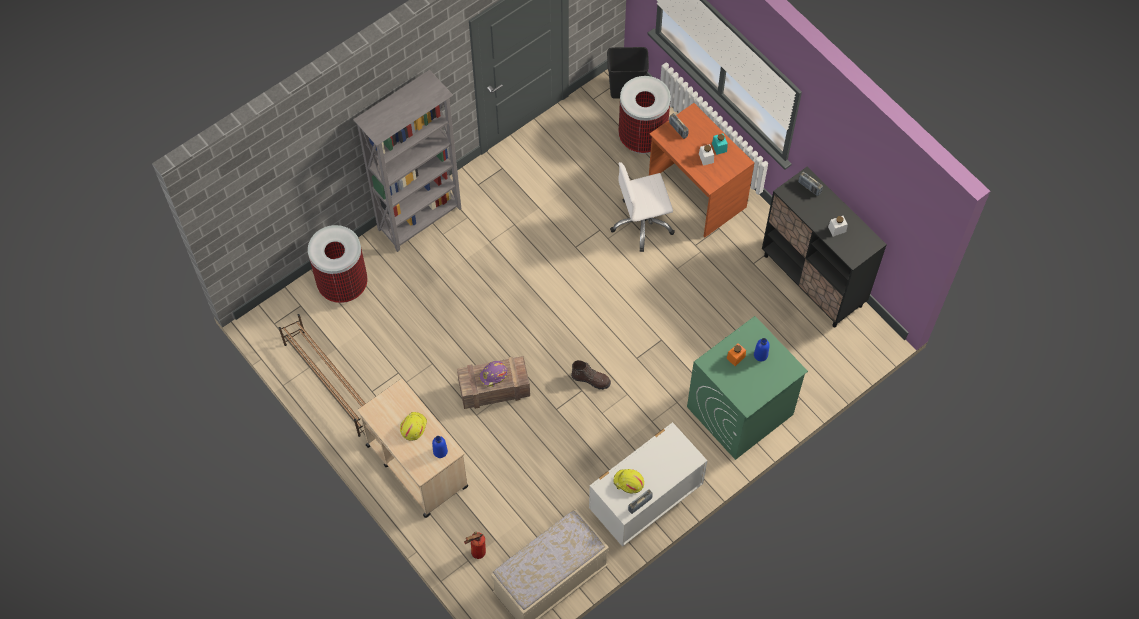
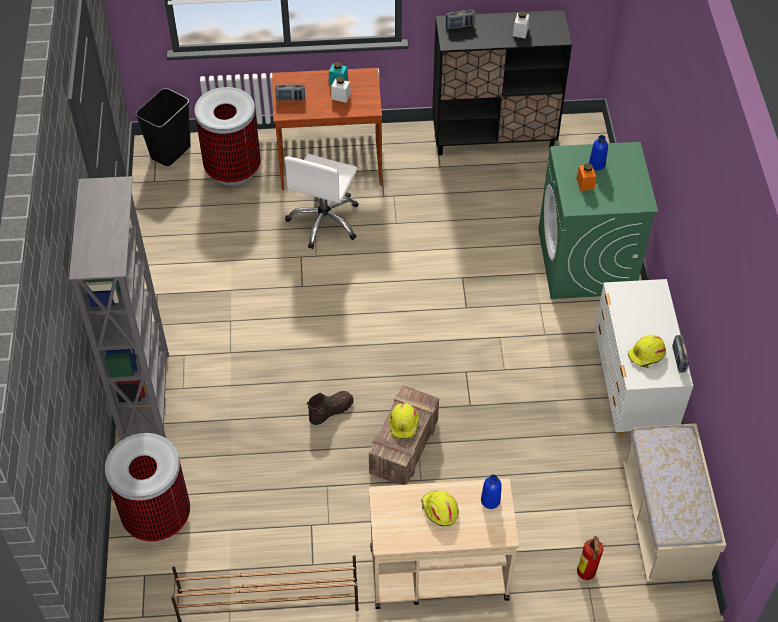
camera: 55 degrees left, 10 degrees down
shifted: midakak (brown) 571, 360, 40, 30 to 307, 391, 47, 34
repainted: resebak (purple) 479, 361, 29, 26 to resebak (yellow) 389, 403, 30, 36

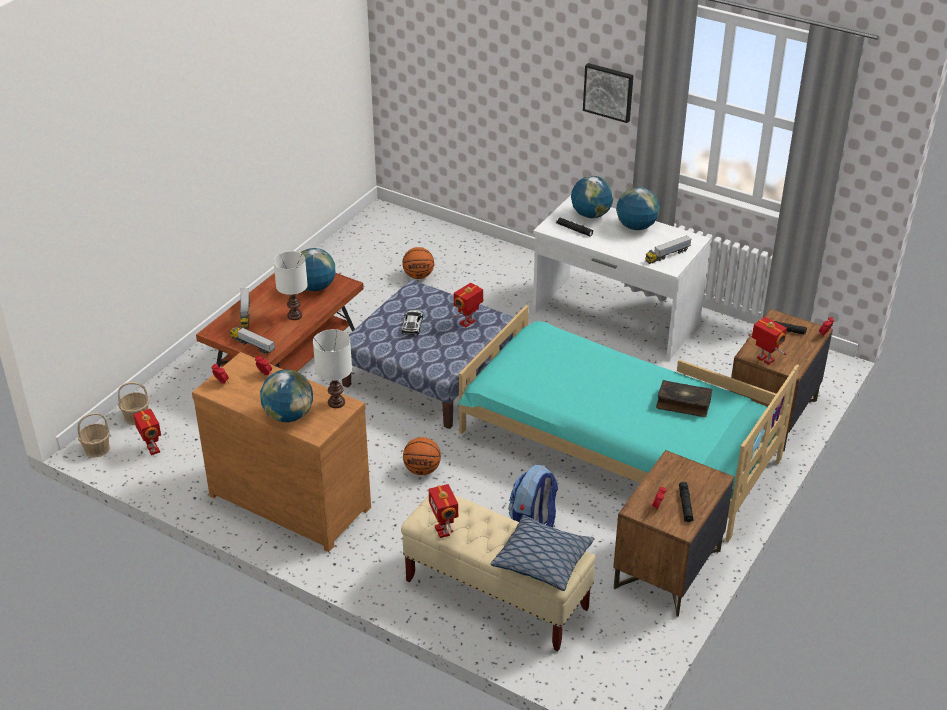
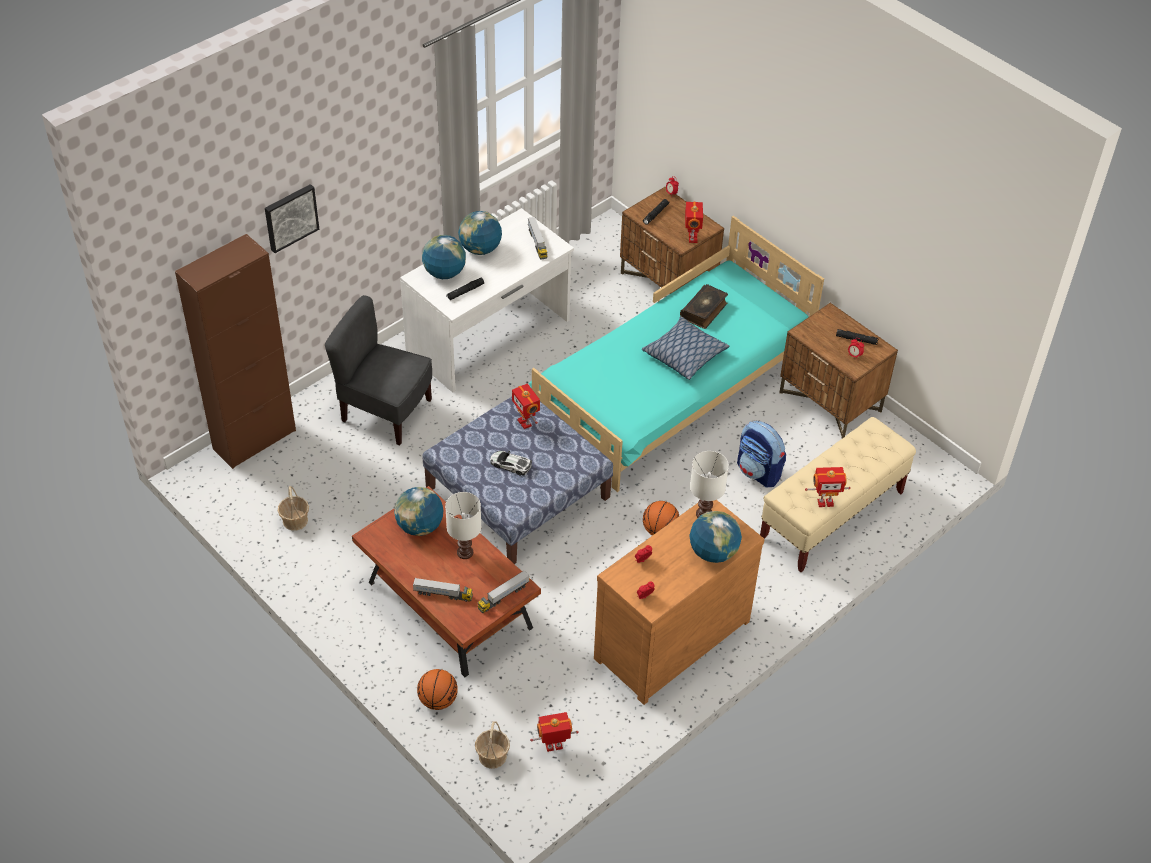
camera: 75 degrees left, 10 degrees up
new: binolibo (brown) 175, 234, 121, 235; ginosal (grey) 325, 295, 107, 150
shifted: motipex 583, 63, 51, 60 to 265, 184, 54, 69; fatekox 402, 247, 32, 32 to 417, 669, 41, 41; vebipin 77, 413, 33, 45 to 278, 486, 31, 45; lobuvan 490, 515, 104, 76 to 641, 316, 89, 64
rotated: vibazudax 748, 317, 39, 48 = 685, 201, 18, 42 120 degrees clockwise

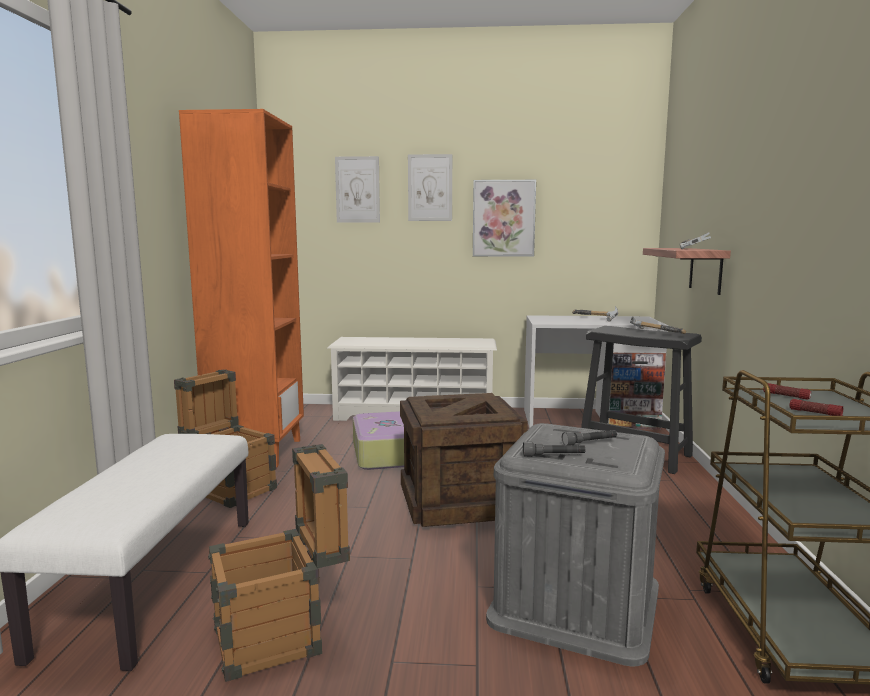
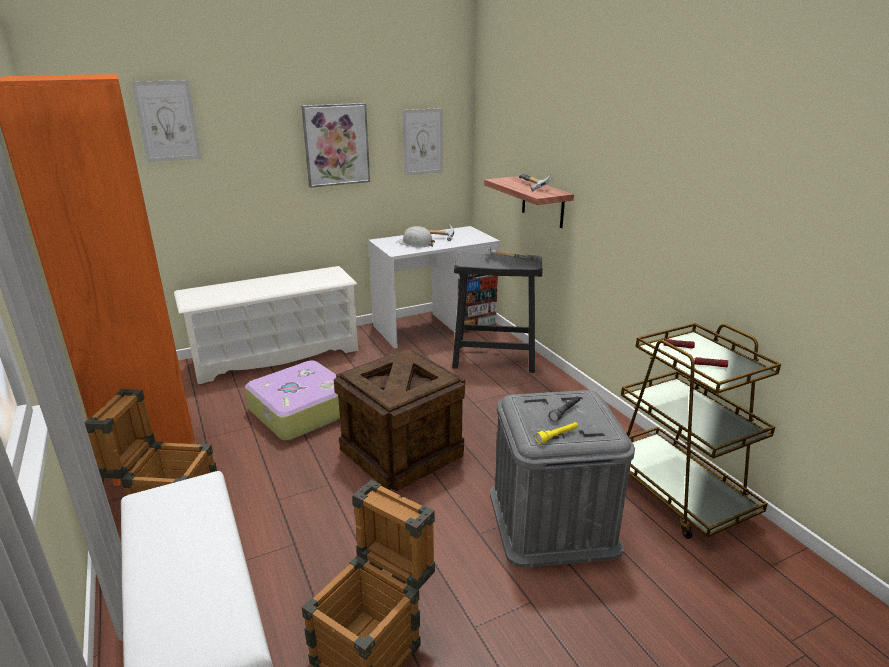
camera: 30 degrees left, 15 degrees up
new: resebak (white) 397, 226, 38, 22
shifted: motipex 408, 154, 44, 67 to 402, 108, 41, 68
repainted: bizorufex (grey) 523, 441, 62, 16 to bizorufex (yellow) 535, 422, 43, 22

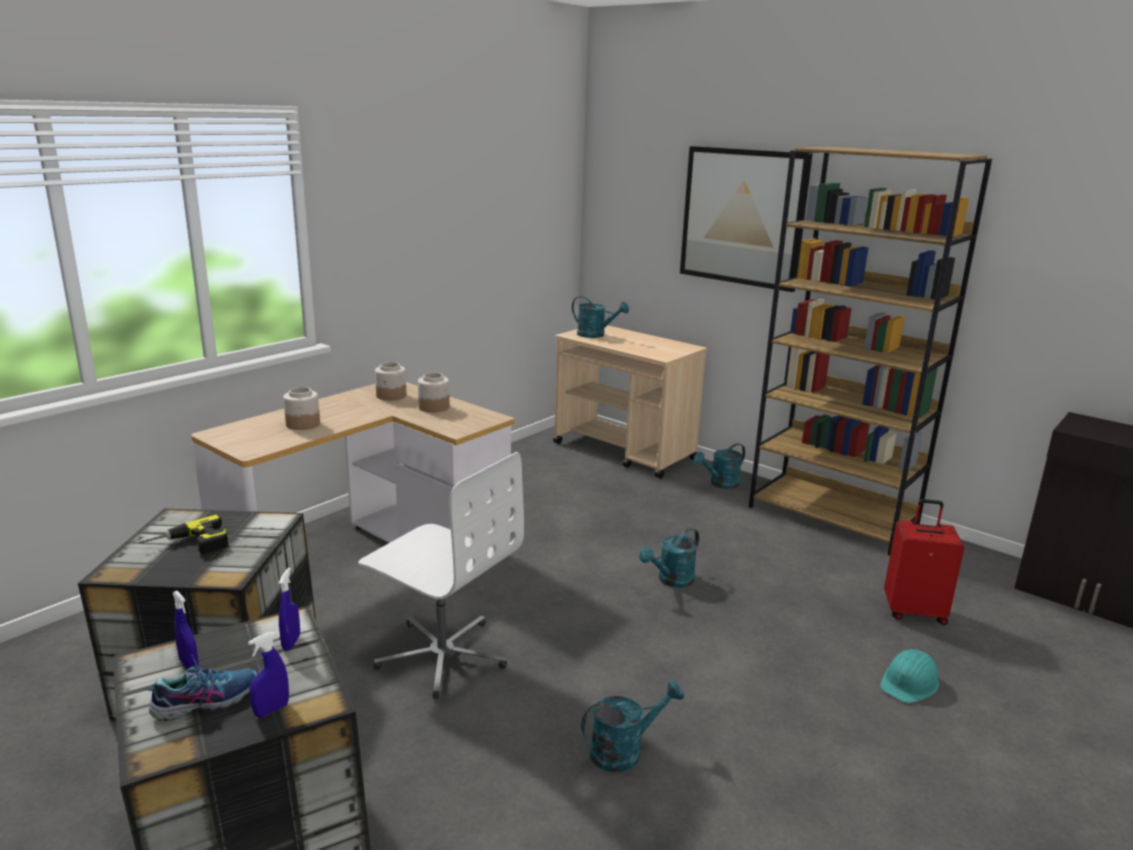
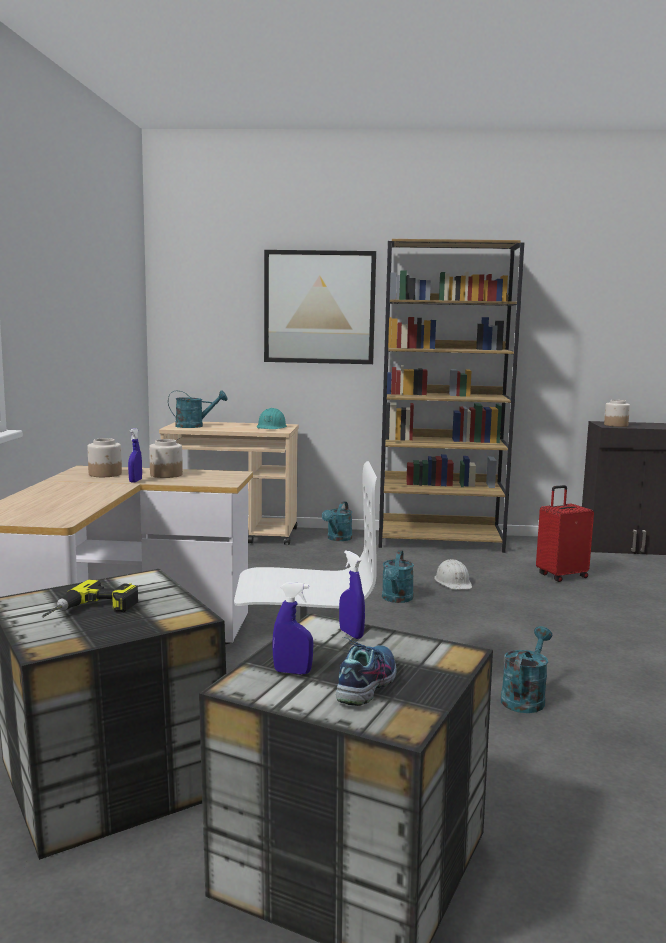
camera: 35 degrees left, 10 degrees down
new: resebak (white) 434, 559, 38, 31
shifted: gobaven 283, 387, 37, 43 to 604, 400, 26, 27; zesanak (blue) 248, 632, 41, 85 to 128, 428, 14, 55; resebak (turquoise) 880, 649, 59, 54 to 257, 408, 30, 21

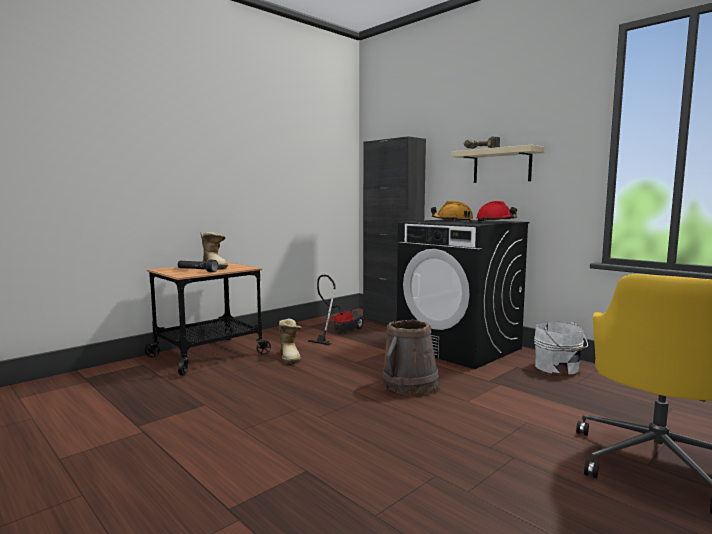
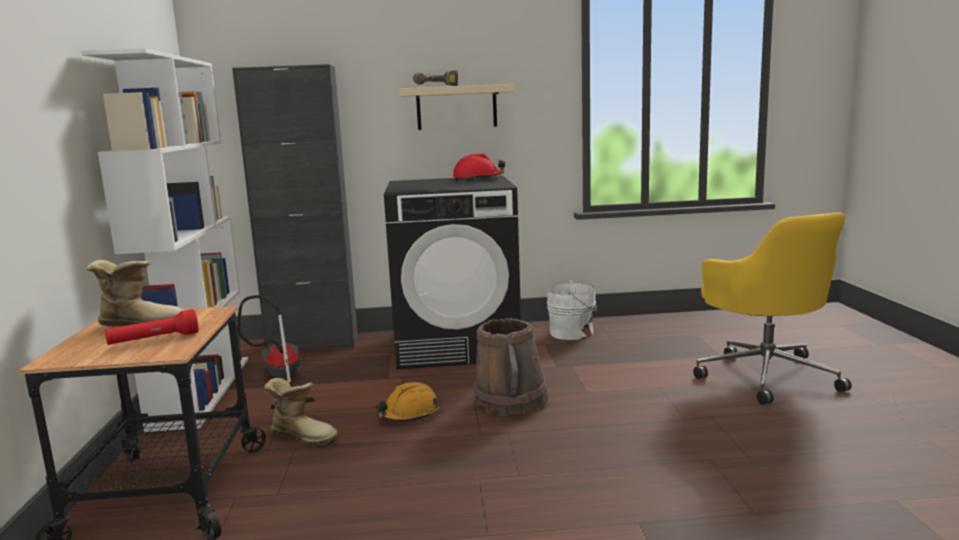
camera: 50 degrees left, 5 degrees up
new: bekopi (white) 81, 48, 167, 384
shifted: resebak (orange) 431, 201, 42, 21 to 376, 382, 65, 40
repainted: bizorufex (black) 177, 260, 41, 12 to bizorufex (red) 105, 309, 94, 36

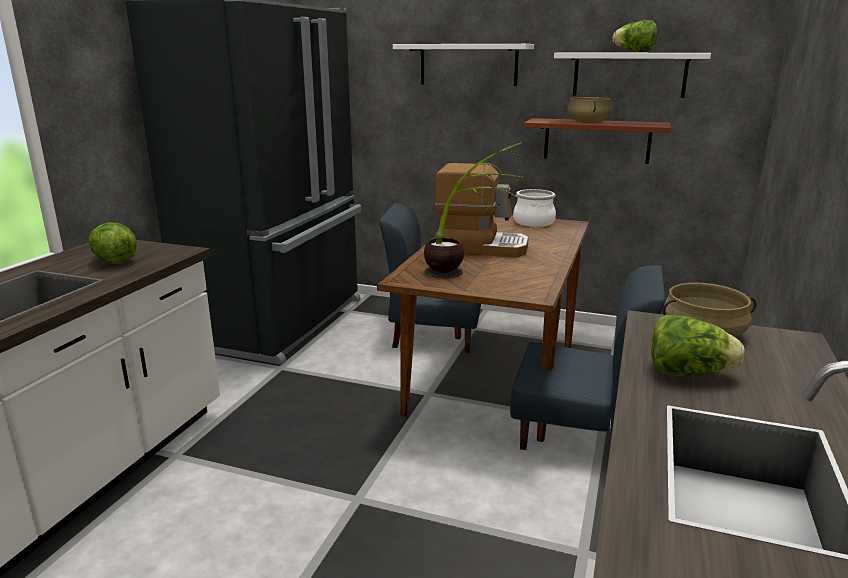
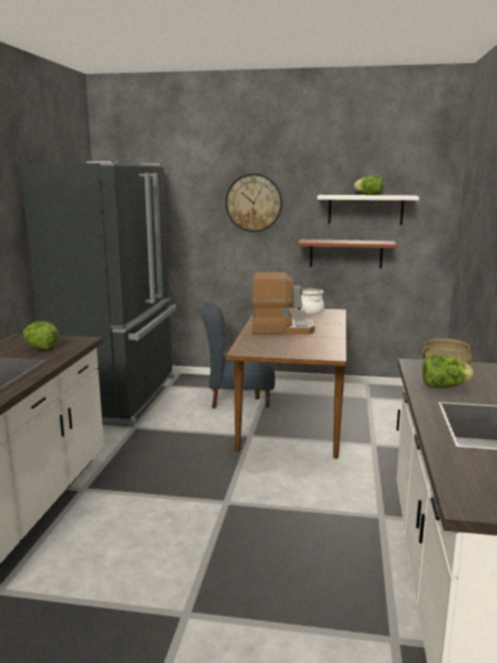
camera: 10 degrees left, 5 degrees down
gone: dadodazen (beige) 567, 97, 46, 25; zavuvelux 424, 142, 100, 136; ginosal (blue) 510, 265, 156, 185
swapped: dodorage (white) 393, 44, 141, 42 to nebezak 225, 173, 57, 59

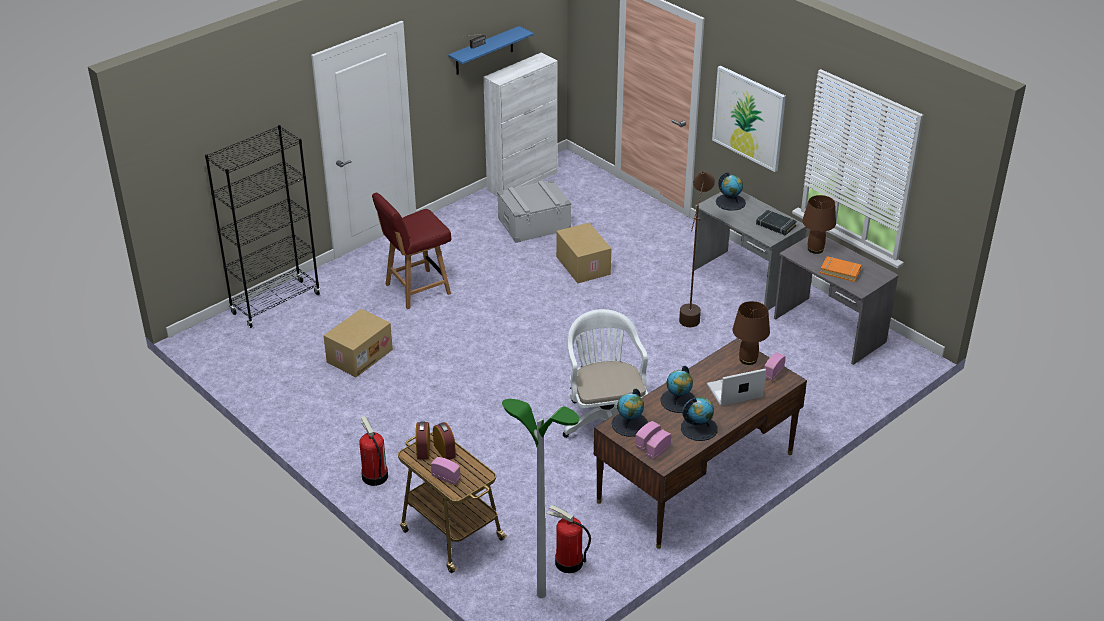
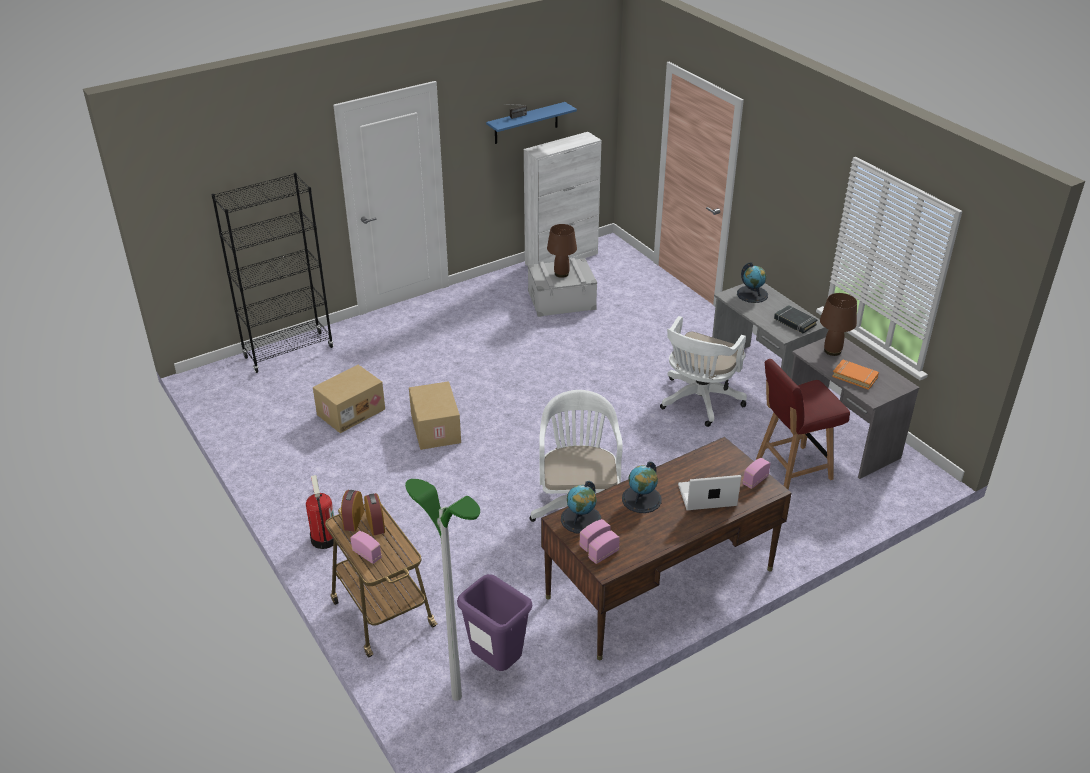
camera: 10 degrees right, 0 degrees up
gone: motipex 712, 66, 74, 106; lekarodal 681, 397, 37, 44
shifted: ginosal (red) 372, 193, 80, 116 to 756, 359, 94, 131; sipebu 556, 223, 55, 60 to 409, 381, 52, 69; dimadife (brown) 733, 301, 37, 64 to 547, 224, 30, 54
swapped: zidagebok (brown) 679, 171, 36, 156 to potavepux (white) 660, 316, 87, 111; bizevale 547, 505, 44, 68 to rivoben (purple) 457, 574, 75, 97

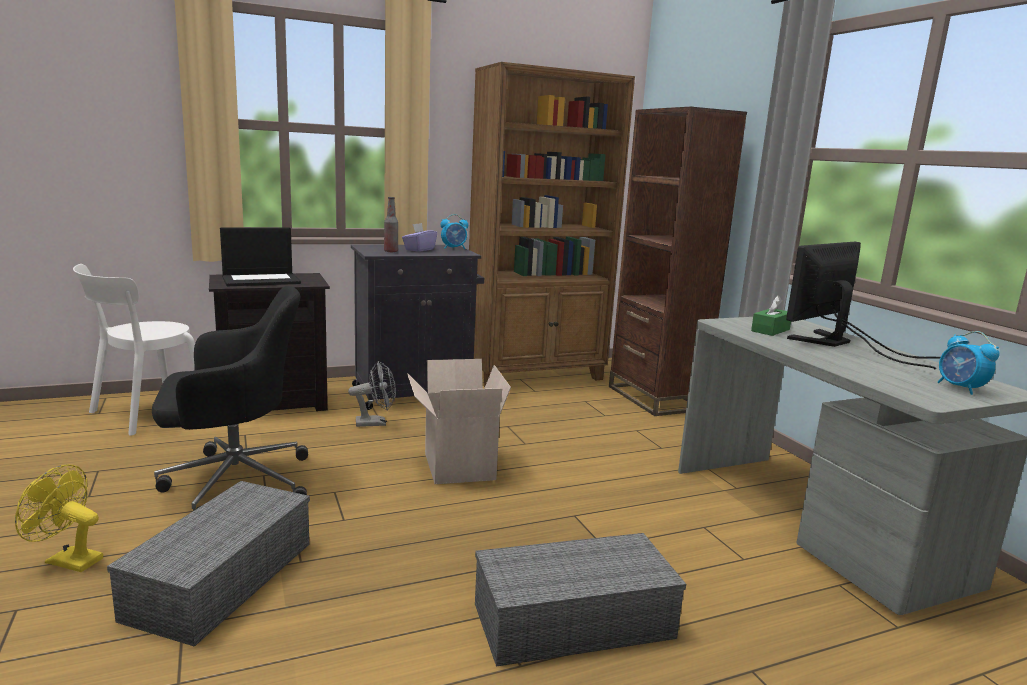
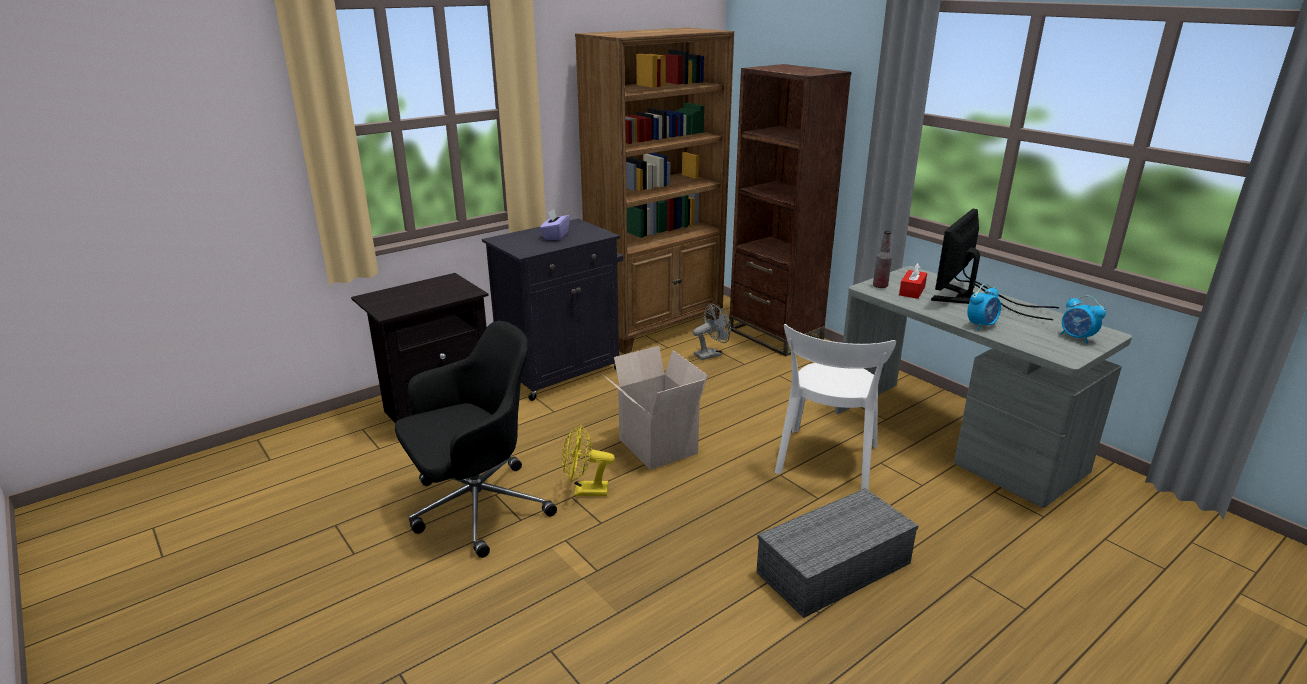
camera: 15 degrees left, 10 degrees up
gone: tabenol 220, 228, 81, 58; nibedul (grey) 107, 481, 203, 166
shifted: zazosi 384, 197, 14, 55 to 873, 231, 19, 57; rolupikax 441, 214, 27, 35 to 967, 284, 34, 46; ginosal (white) 73, 264, 122, 172 to 775, 324, 121, 166; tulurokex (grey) 348, 361, 48, 66 to 693, 304, 38, 56; tulurokex (yellow) 15, 465, 88, 107 to 562, 425, 53, 71
repainted: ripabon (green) 751, 296, 40, 40 to ripabon (red) 899, 263, 28, 36

